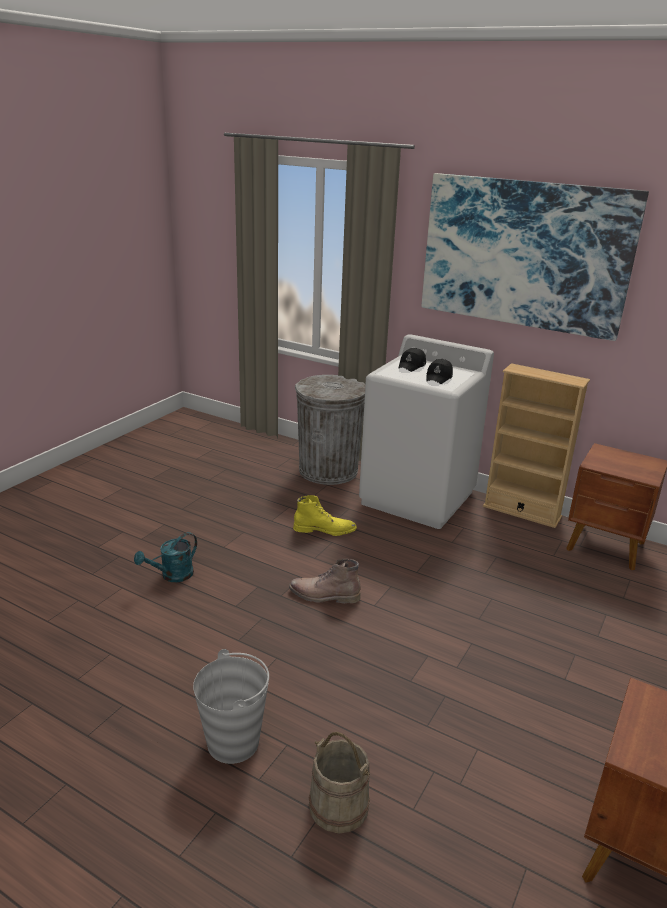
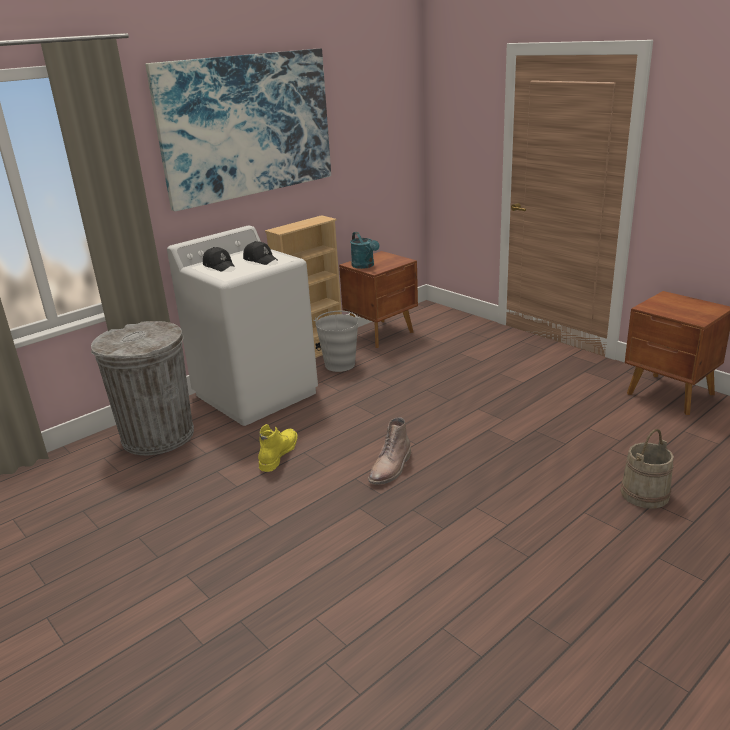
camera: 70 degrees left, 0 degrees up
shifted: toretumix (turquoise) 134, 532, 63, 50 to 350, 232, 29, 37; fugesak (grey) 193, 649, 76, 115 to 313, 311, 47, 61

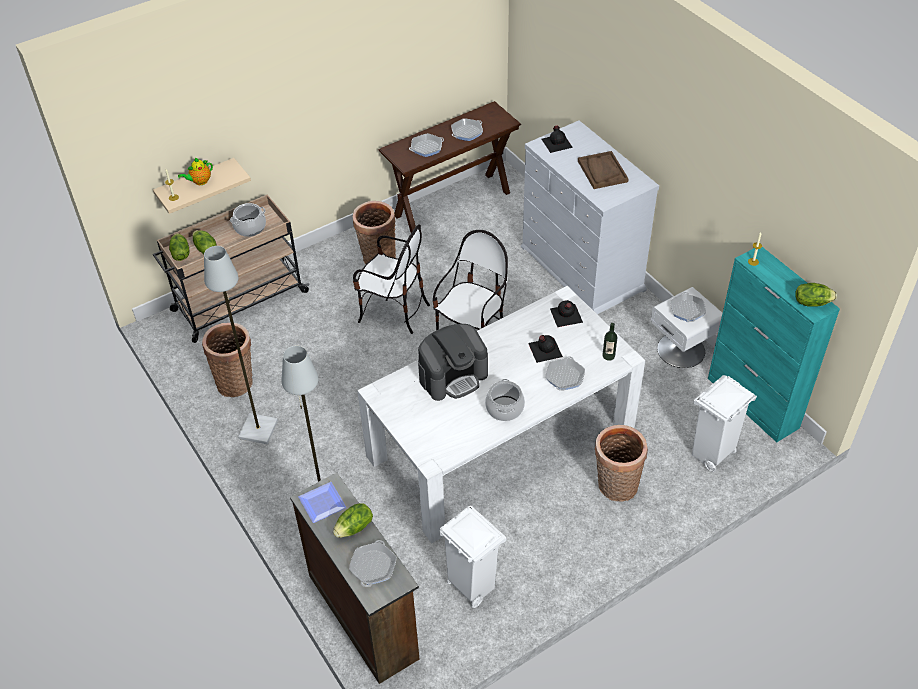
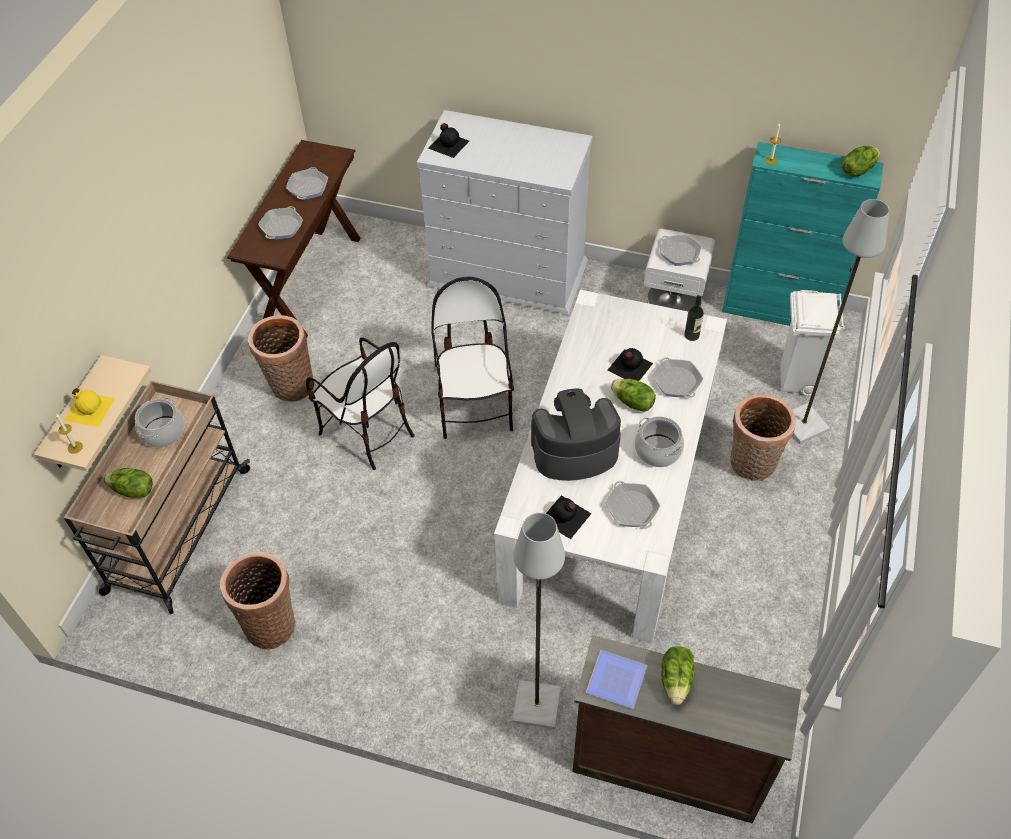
camera: 40 degrees left, 5 degrees up
gone: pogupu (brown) 578, 151, 51, 38; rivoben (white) 439, 506, 67, 102
shifted: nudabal 169, 233, 21, 28 to 611, 379, 45, 33; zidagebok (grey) 204, 246, 74, 198 to 792, 199, 97, 245; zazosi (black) 550, 300, 33, 27 to 546, 495, 46, 44; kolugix 349, 540, 48, 47 to 605, 481, 55, 48
swapped: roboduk 178, 158, 35, 27 to zazosi (yellow) 64, 388, 51, 39
rotated: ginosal 353, 224, 77, 110 = 306, 337, 109, 133 60 degrees clockwise; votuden 418, 324, 70, 77 = 531, 389, 90, 92 120 degrees counterclockwise

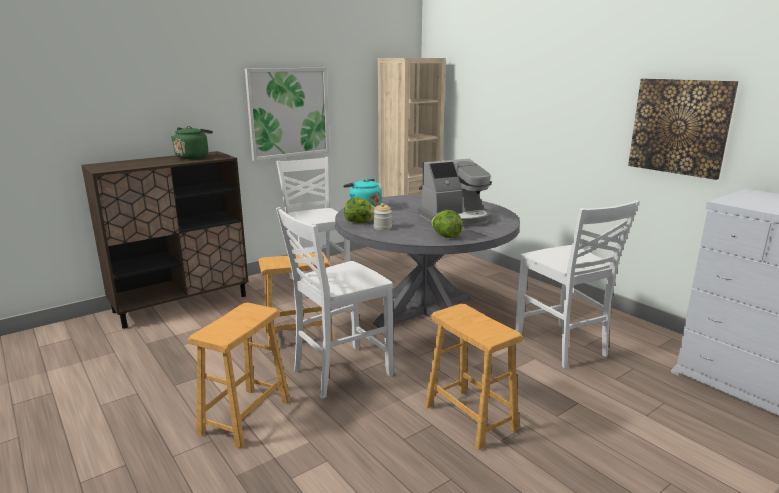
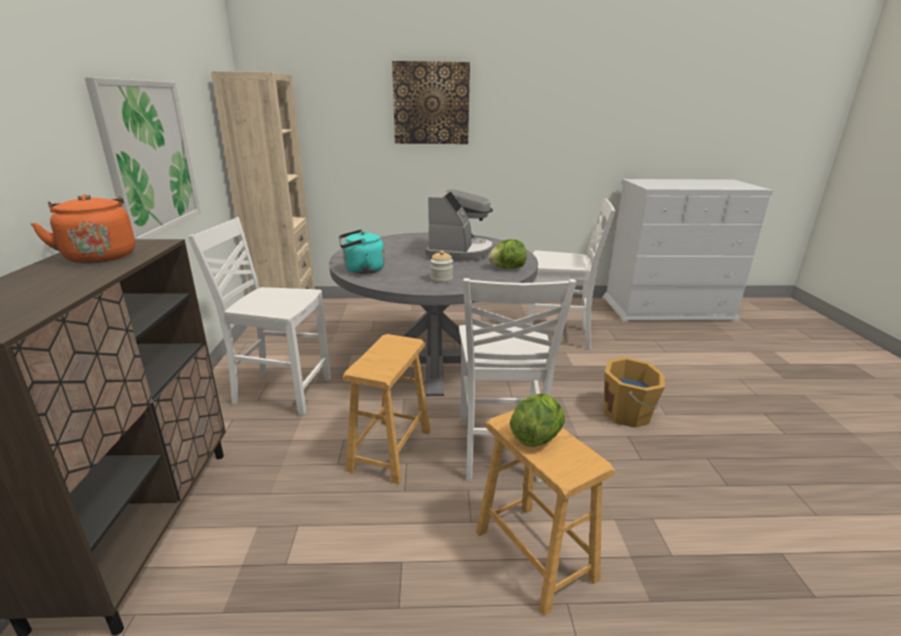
camera: 55 degrees left, 5 degrees up
shifted: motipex 628, 79, 111, 101 to 392, 61, 78, 83; nudabal 344, 198, 31, 25 to 510, 394, 55, 53
swapped: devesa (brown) 425, 304, 98, 146 to fugesak (orange) 604, 357, 61, 71
repainted: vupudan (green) 171, 126, 42, 34 to vupudan (orange) 30, 194, 105, 70

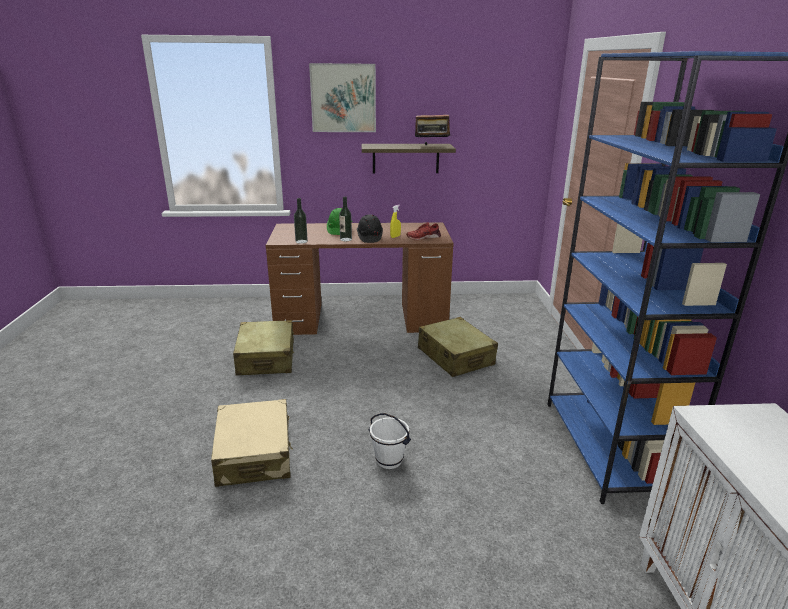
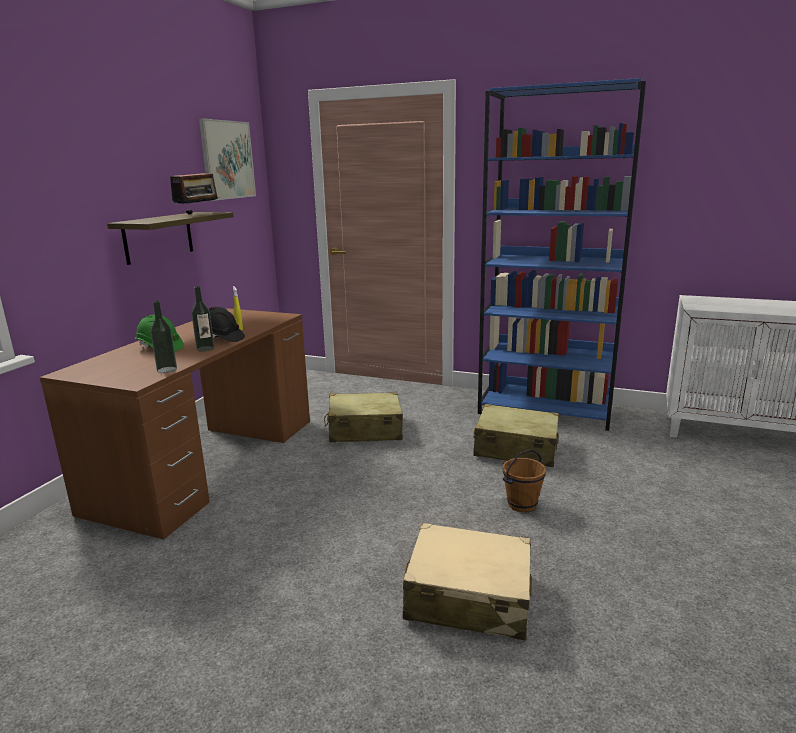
camera: 65 degrees left, 5 degrees down
gone: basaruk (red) 406, 222, 35, 18
shifted: motipex 309, 63, 67, 69 to 199, 118, 57, 83; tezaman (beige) 233, 320, 61, 55 to 473, 404, 86, 63
repainted: fugesak (white) 368, 413, 43, 56 to fugesak (brown) 502, 449, 44, 63

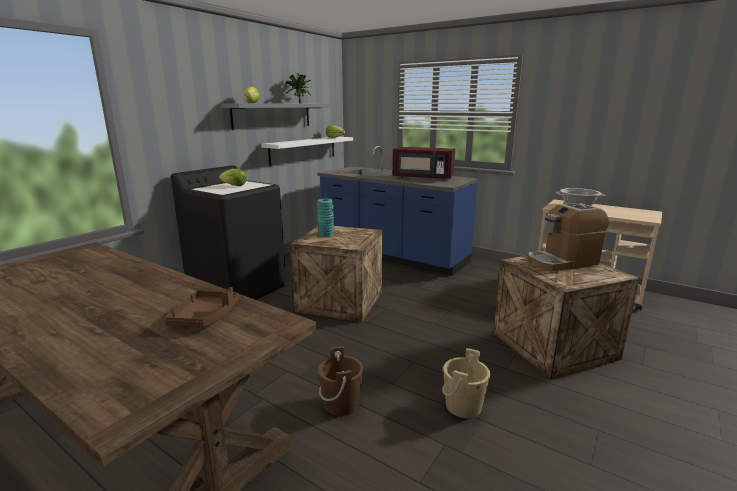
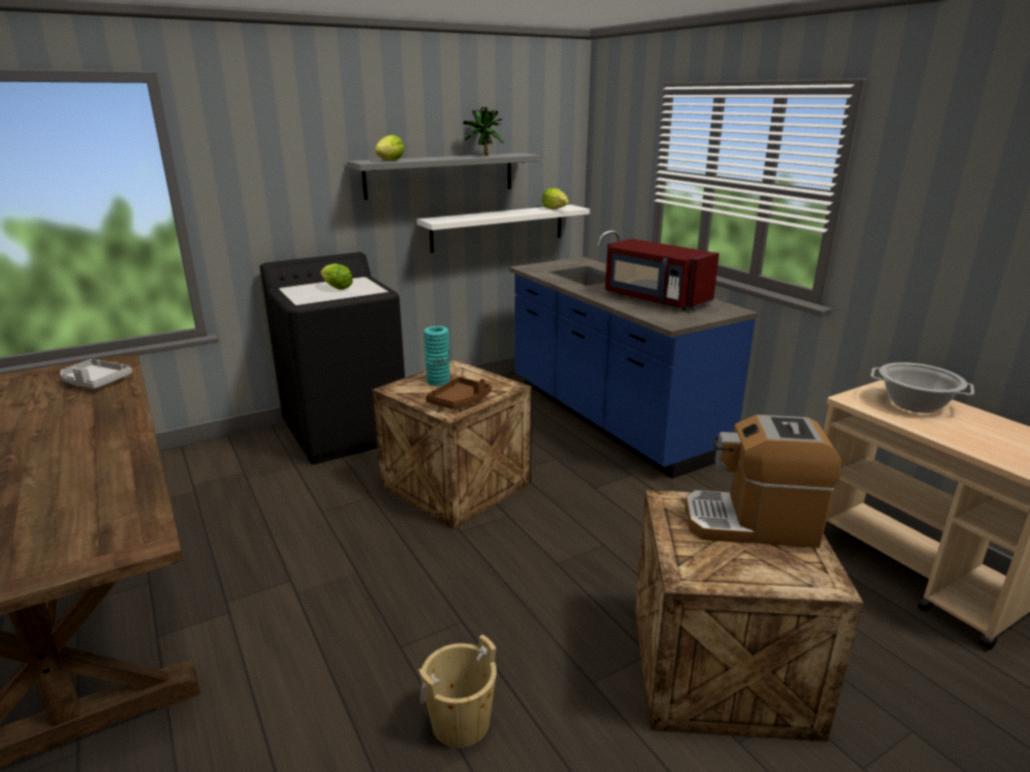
camera: 25 degrees right, 5 degrees up
gone: fugesak (brown) 318, 346, 45, 70
new: pogupu (grey) 60, 359, 72, 30
shifted: pogupu (brown) 164, 287, 75, 41 to 426, 377, 66, 32

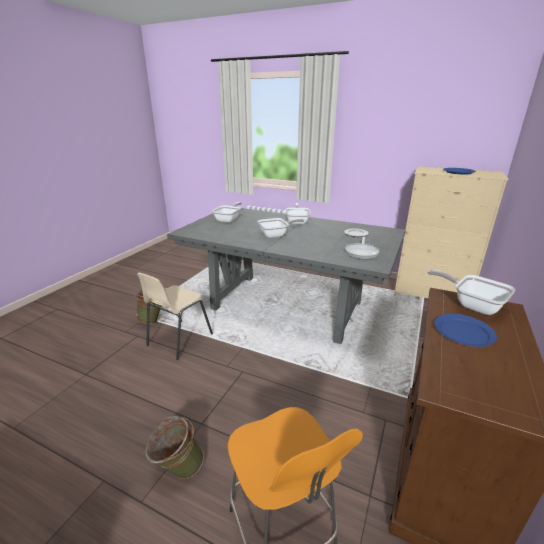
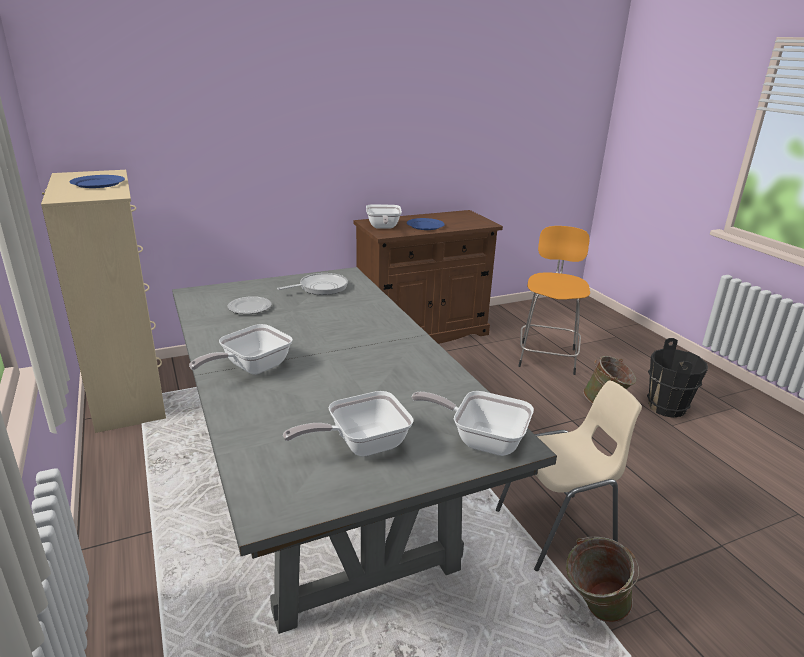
camera: 140 degrees left, 0 degrees up
new: fugesak (black) 647, 338, 61, 80
shifted: kolugix 258, 218, 46, 20 to 412, 391, 122, 65

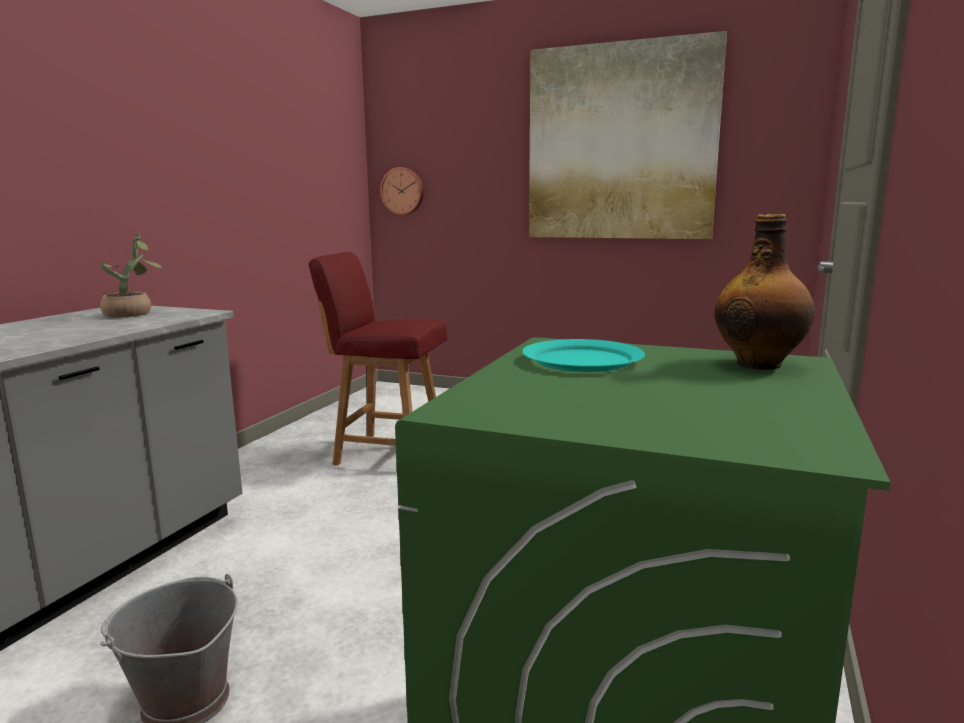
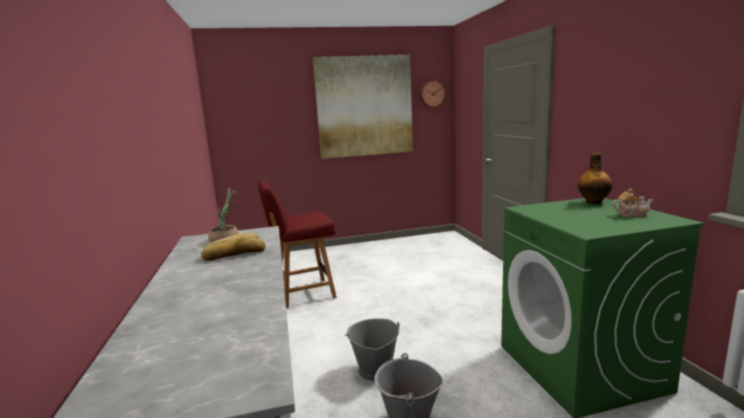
camera: 35 degrees left, 0 degrees up
gone: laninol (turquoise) 522, 339, 123, 33
new: roboduk 612, 188, 41, 29; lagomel 201, 233, 64, 28; fugesak (grey) 345, 318, 55, 63
shifted: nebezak 380, 167, 44, 48 to 420, 80, 26, 28

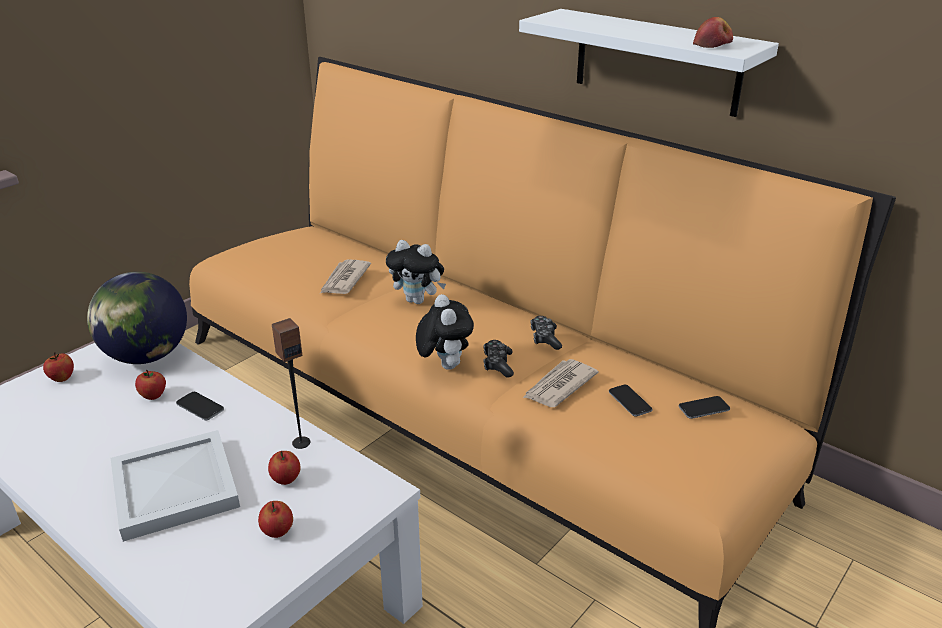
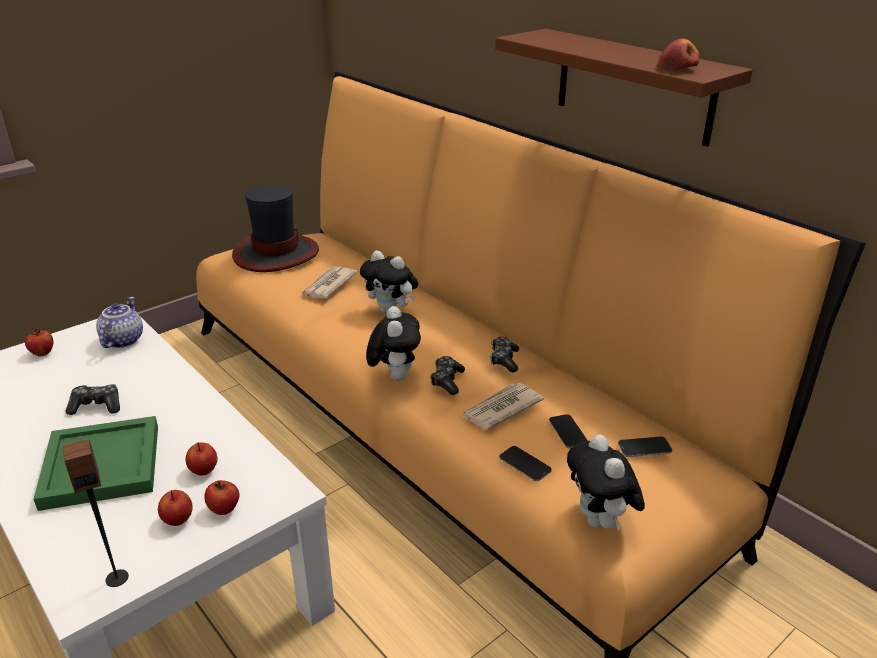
camera: 10 degrees right, 0 degrees up
new: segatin 232, 184, 87, 88; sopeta 66, 384, 54, 31; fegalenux 567, 435, 78, 97
shifted: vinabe 272, 318, 38, 131 to 63, 438, 66, 149; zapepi 135, 370, 31, 30 to 204, 480, 36, 35; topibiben 176, 392, 48, 28 to 499, 446, 53, 35
swapped: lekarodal 87, 272, 100, 92 to roboduk 96, 297, 47, 51
repainted: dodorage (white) 519, 9, 260, 108 to dodorage (brown) 495, 29, 258, 118; pogupu (white) 111, 430, 129, 112 to pogupu (green) 34, 416, 124, 95

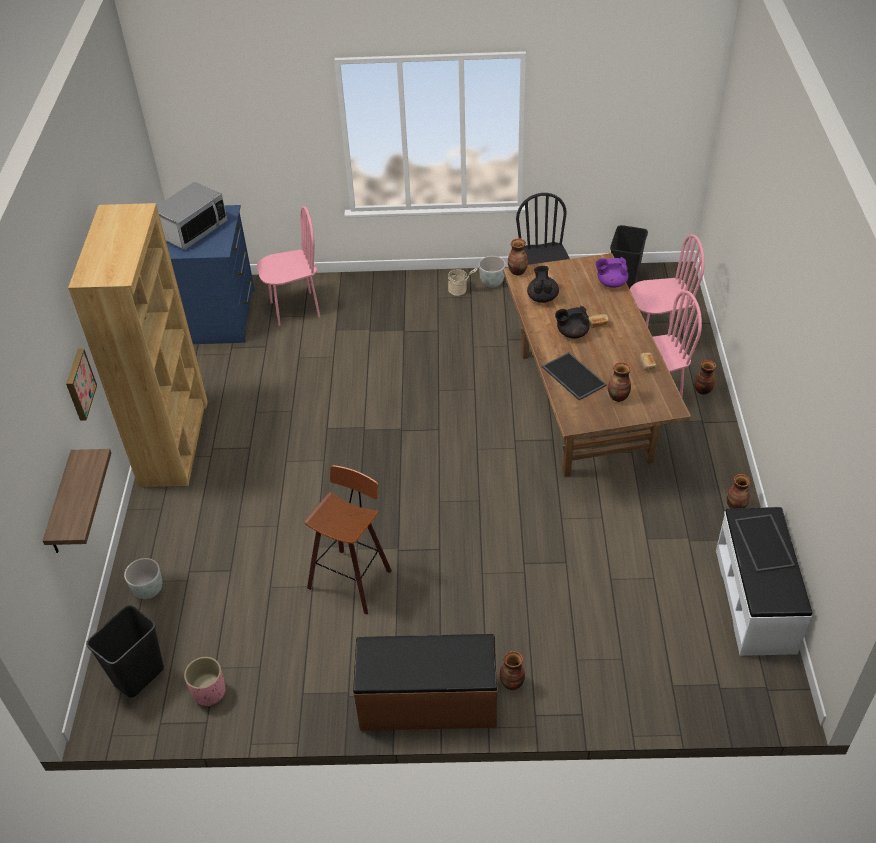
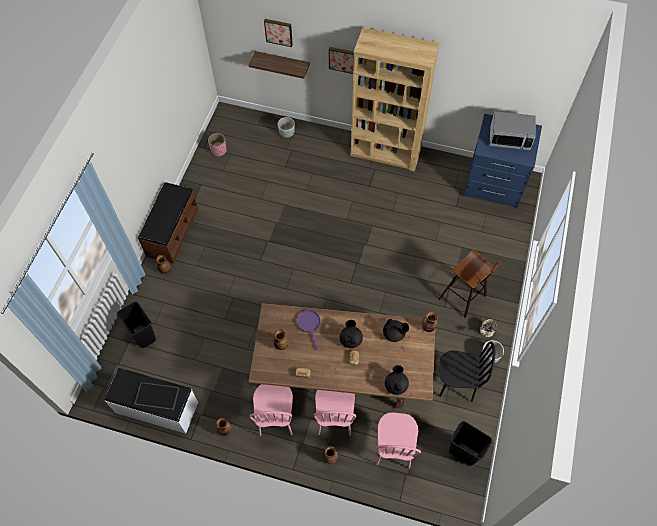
camera: 105 degrees right, 15 degrees up
new: motipex 264, 19, 29, 28
shifted: ginosal (pink) 256, 206, 64, 120 to 249, 384, 44, 52; devesa 305, 465, 87, 150 to 438, 250, 63, 68; rivoben (black) 86, 605, 78, 93 to 117, 301, 39, 47
swapped: pogupu 542, 352, 65, 48 to kolugix (purple) 297, 310, 23, 40
repainted: roboduk (purple) 595, 257, 33, 31 to roboduk (black) 385, 365, 24, 30
rotated: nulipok 157, 181, 70, 69 = 490, 111, 46, 39 45 degrees counterclockwise

